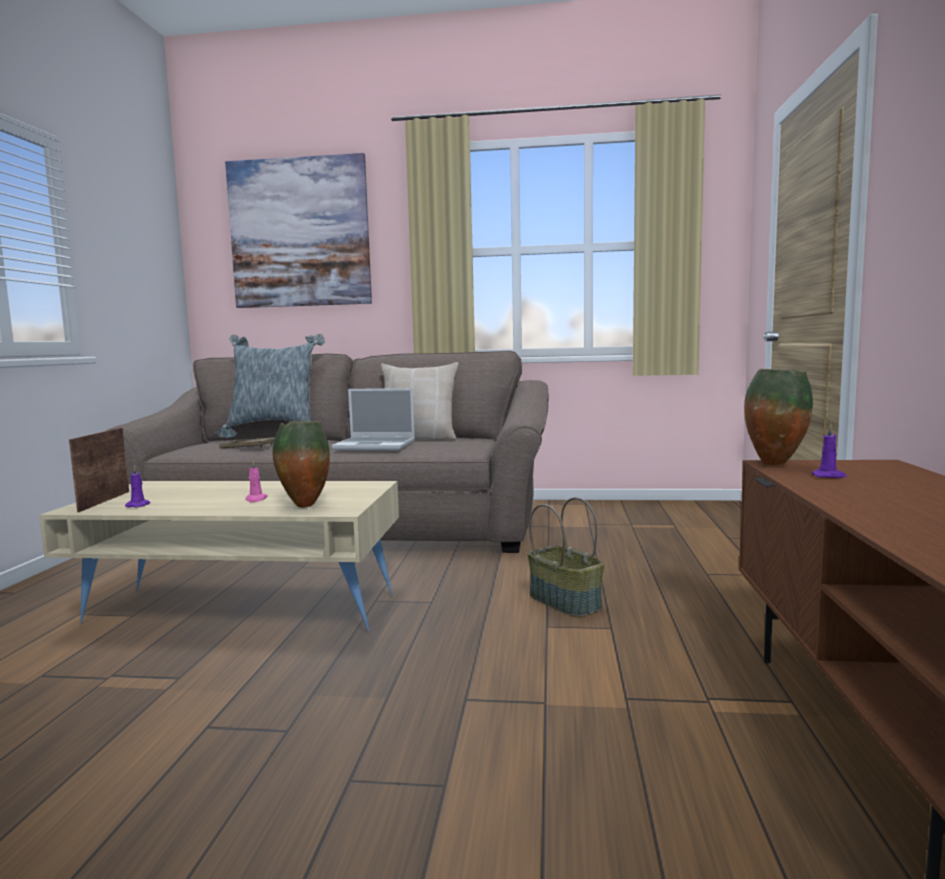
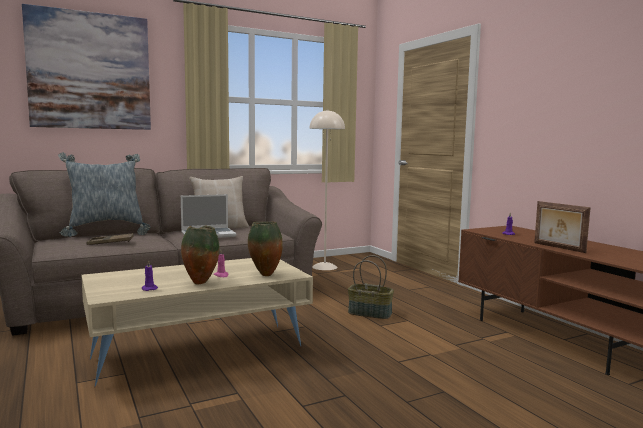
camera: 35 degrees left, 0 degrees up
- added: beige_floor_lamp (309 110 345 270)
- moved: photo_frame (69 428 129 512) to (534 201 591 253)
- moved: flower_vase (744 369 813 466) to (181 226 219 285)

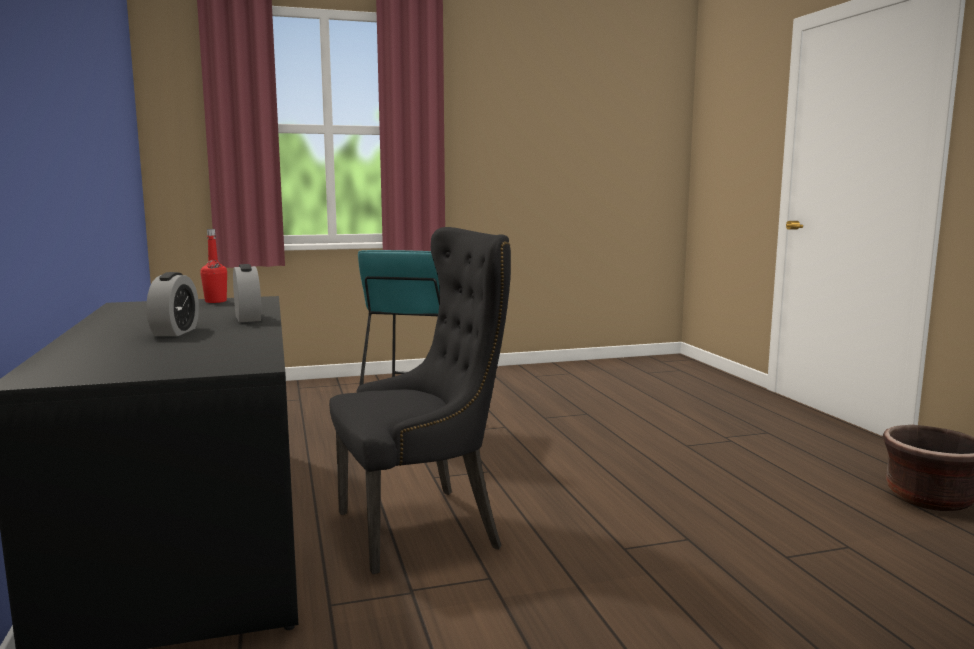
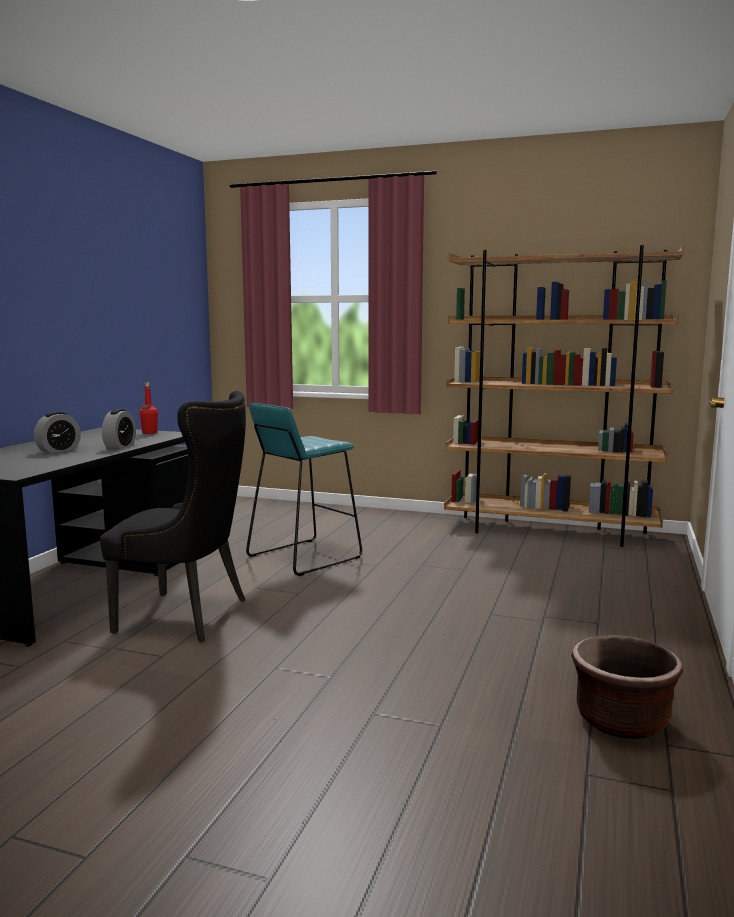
camera: 35 degrees right, 0 degrees up
- added: brown_bookcase (444 245 684 547)

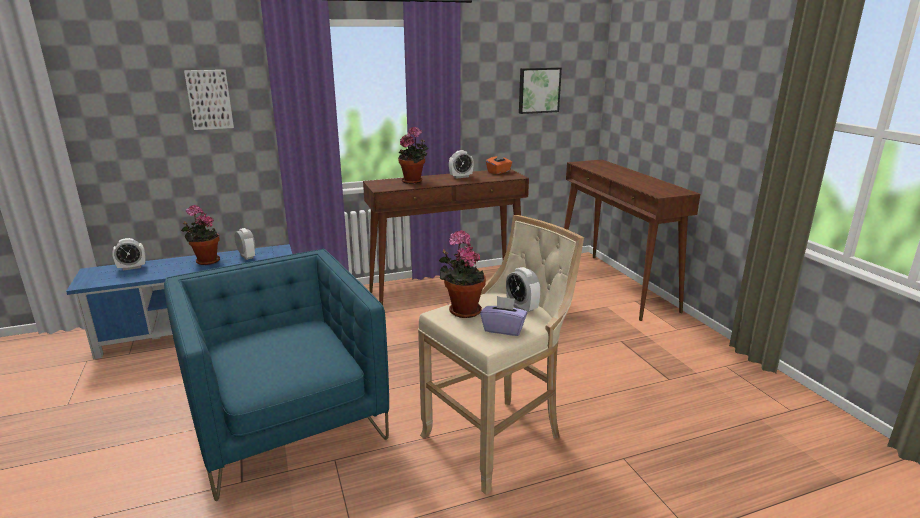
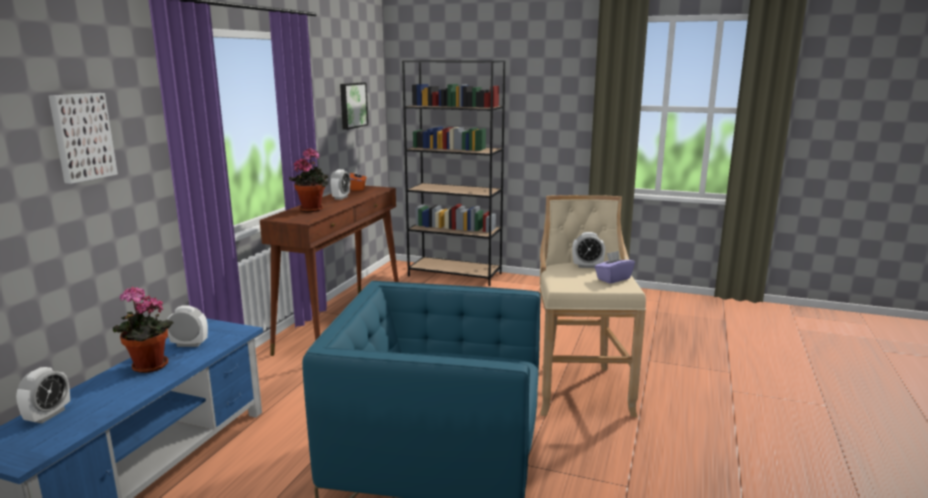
camera: 50 degrees left, 5 degrees down
- removed: plant_in_a_pot (439 230 486 318)
- replaced: brown_narrow_table (564 159 700 321) to beige_bookcase (402 60 505 286)

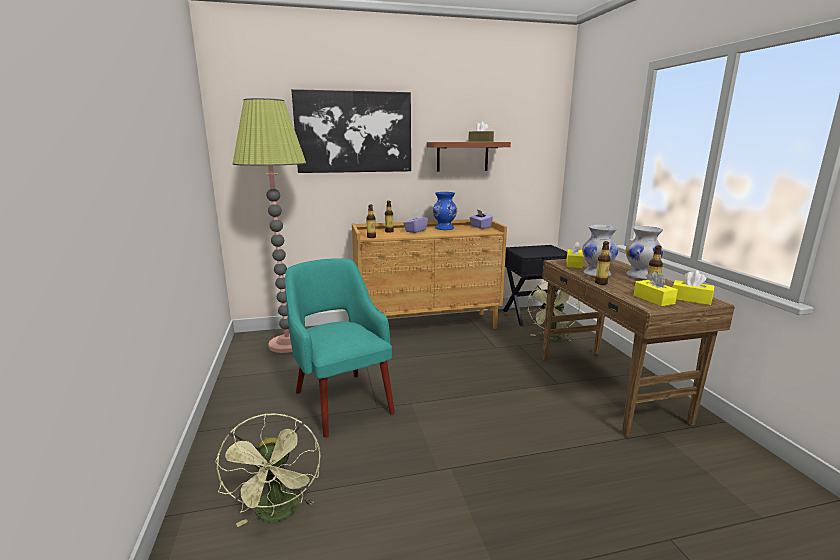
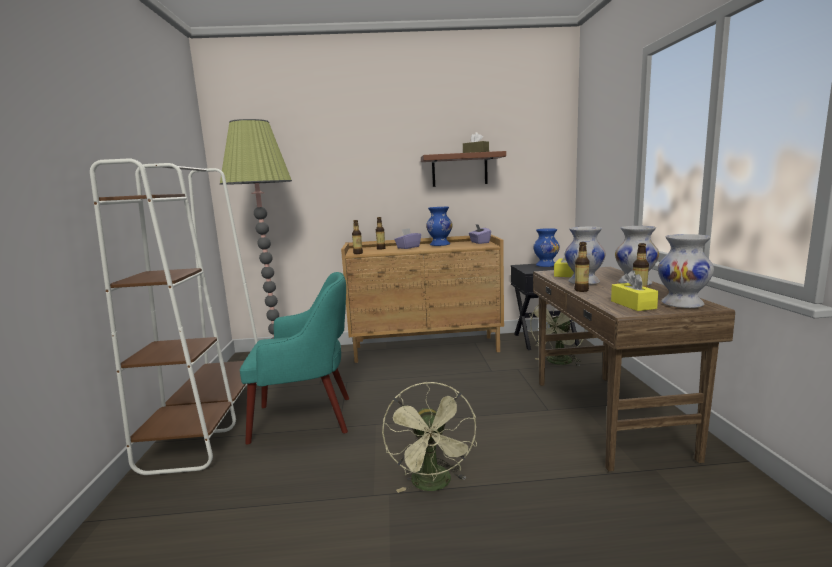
camera: 10 degrees right, 5 degrees down
- removed: picture (292 89 411 173)
- added: brown_clothes_rack (90 158 258 475)
- added: bluish_flower_vase (533 228 560 267)
- moved: greenish_fan (215 413 320 527) to (382 382 477 493)
- replaced: yellow-coloured_tissue_holder (672 270 714 305) to whitish_flower_vase (658 234 714 308)
- turned: blue-green_armchair (285 258 395 438) = (240 272 349 445) 105 degrees clockwise

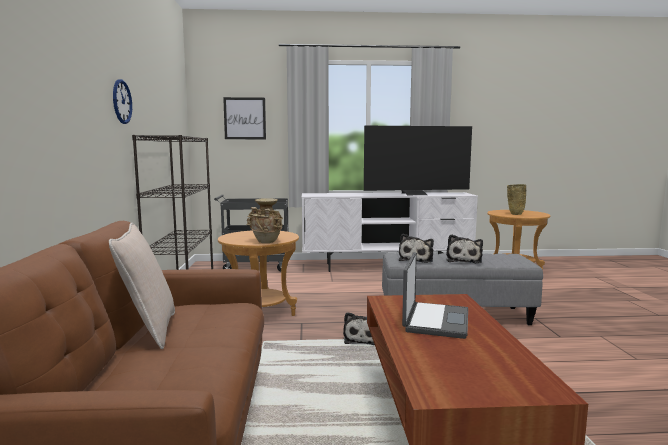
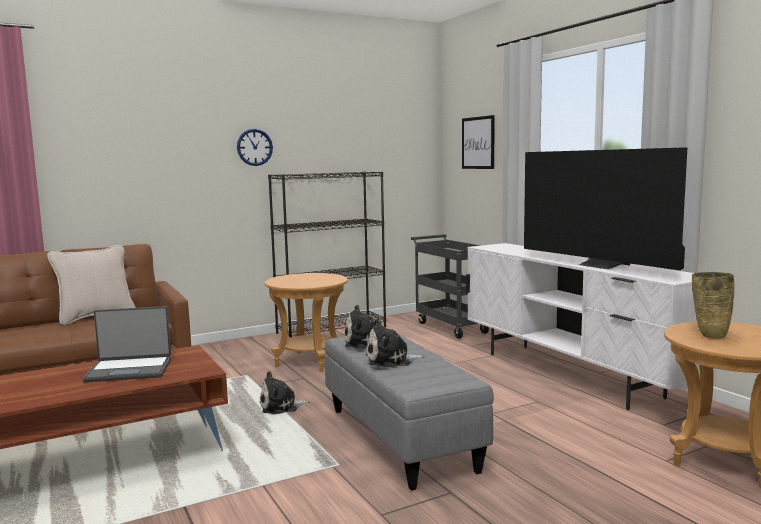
camera: 65 degrees right, 0 degrees up
- removed: beige_flower_vase (247 198 283 243)

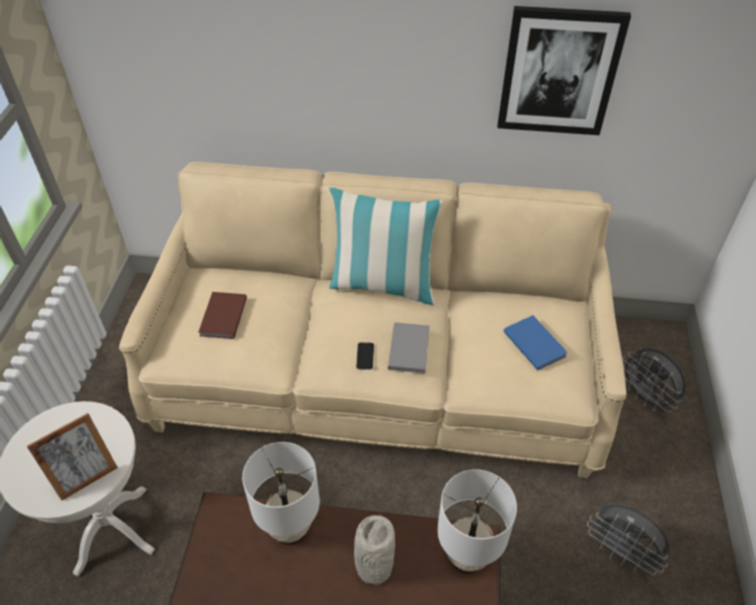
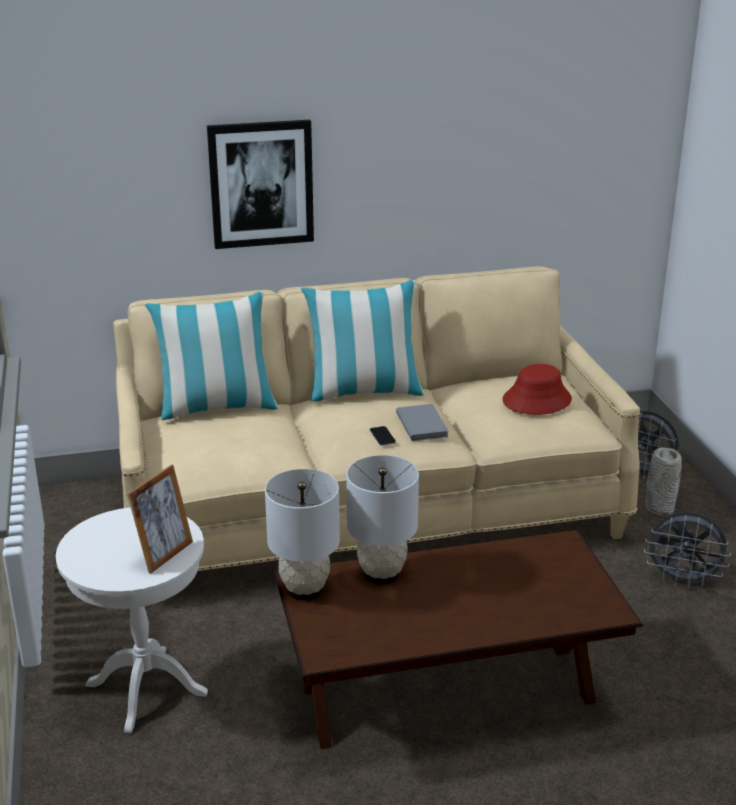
camera: 20 degrees left, 20 degrees down
- removed: brown_volume (199 292 247 339)
- added: throw_pillow (145 292 279 420)
- moved: greyish_flower_vase (354 515 395 585) to (645 448 682 516)
- moved: whitish_tabletop_lamp (437 469 517 573) to (265 469 340 600)
- moved: picture (498 6 631 135) to (207 120 314 249)
- replaced: bluish_volume (504 315 568 370) to red-coloured_clothing_hat (502 364 572 415)

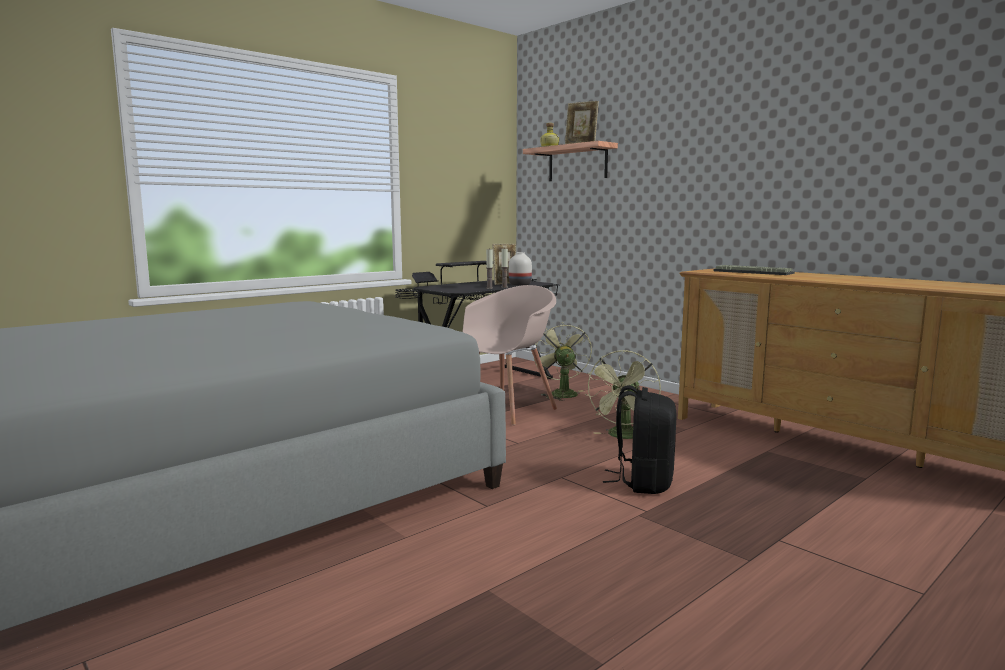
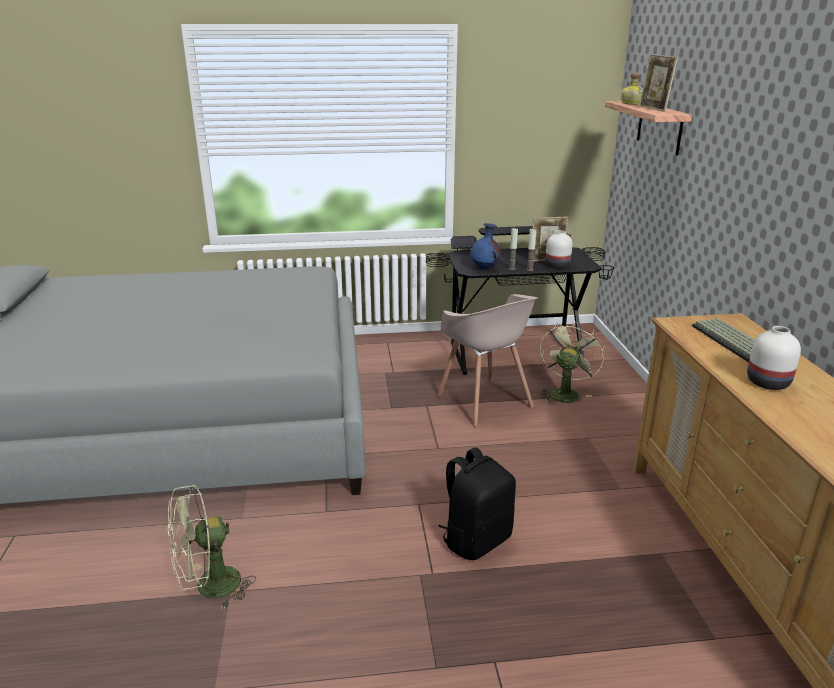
camera: 35 degrees right, 15 degrees up
- added: bluish_flower_vase (470 223 501 270)
- added: whitish_flower_vase (747 326 801 390)
- moved: greenish_fan (585 350 661 439) to (168 485 256 609)
- turned: beige_plain_chair (463 285 557 425) = (437 294 538 426) 75 degrees clockwise

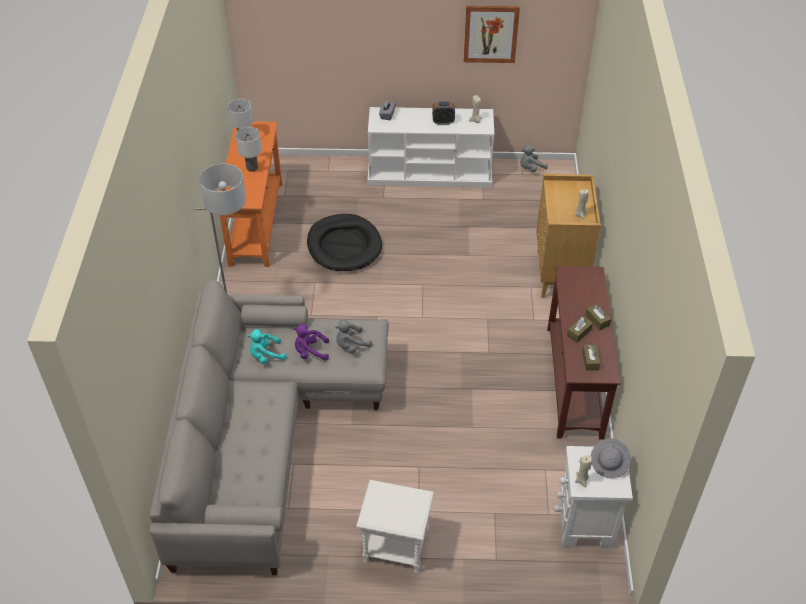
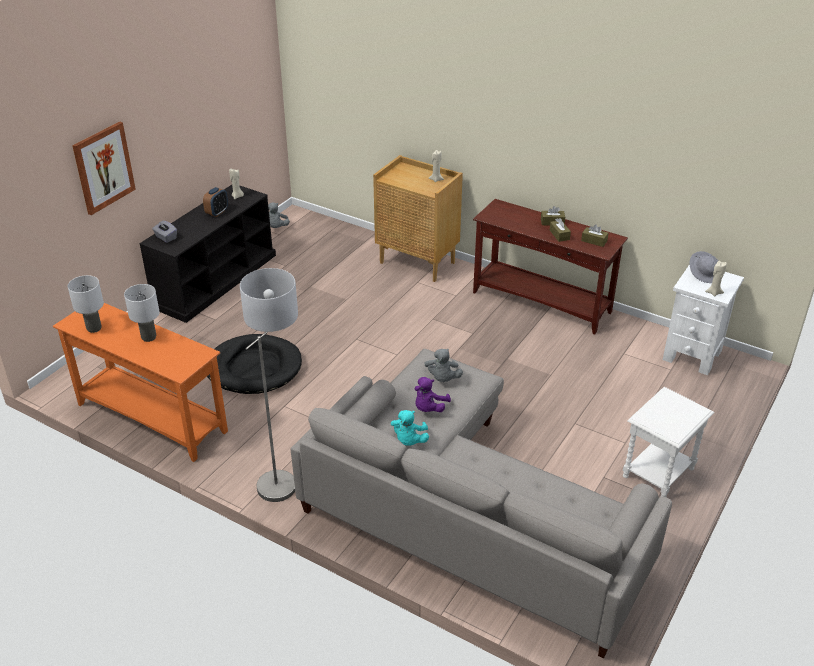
camera: 60 degrees left, 10 degrees down
- moved: picture (464 5 520 63) to (72 121 136 215)
- recoloured: whitish_tv_unit (367 107 494 187) to blackish_tv_unit (139 185 276 323)

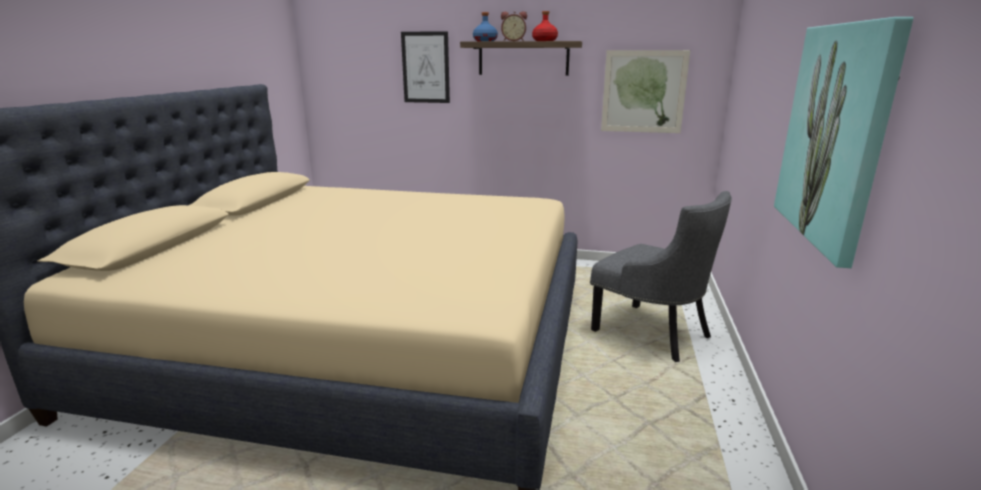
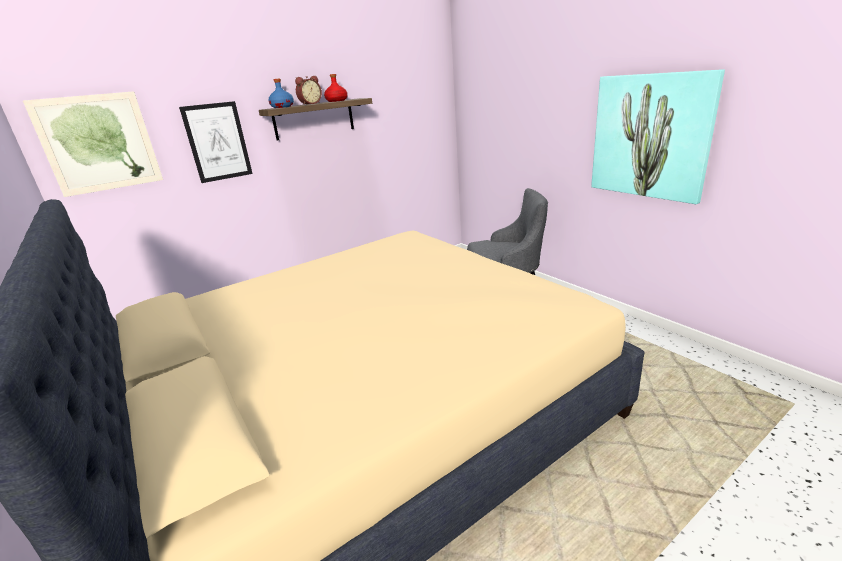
camera: 45 degrees left, 5 degrees up
- moved: picture (601 50 690 133) to (23 91 163 197)

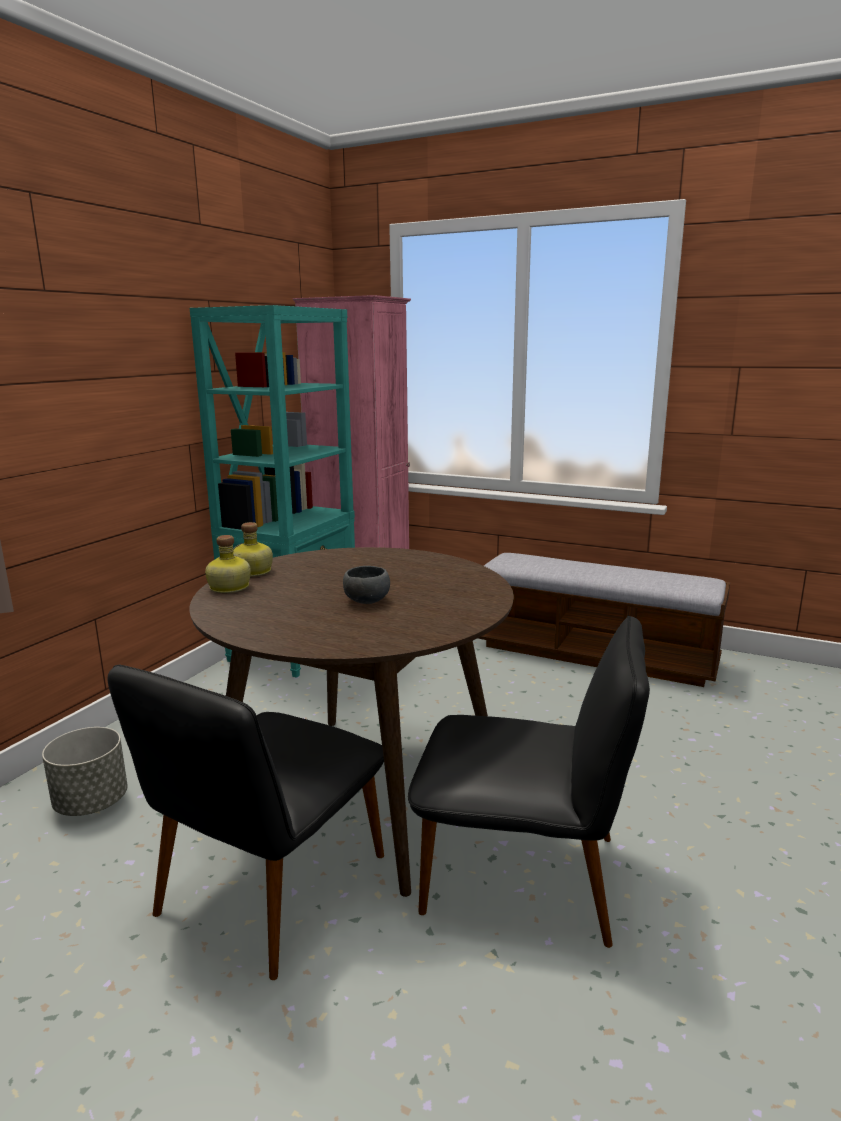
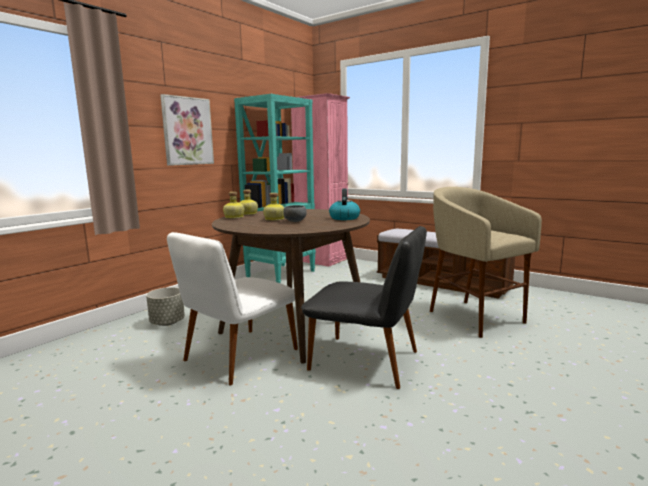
camera: 10 degrees right, 5 degrees down
- added: picture (160 94 214 166)
- added: bottle (263 193 284 221)
- added: water_kettle (329 189 360 220)
- added: beige_sitting_stool (430 187 542 338)
- recoloured: blackish_plain_chair (108 665 384 980) to whitish_plain_chair (167 232 298 386)

